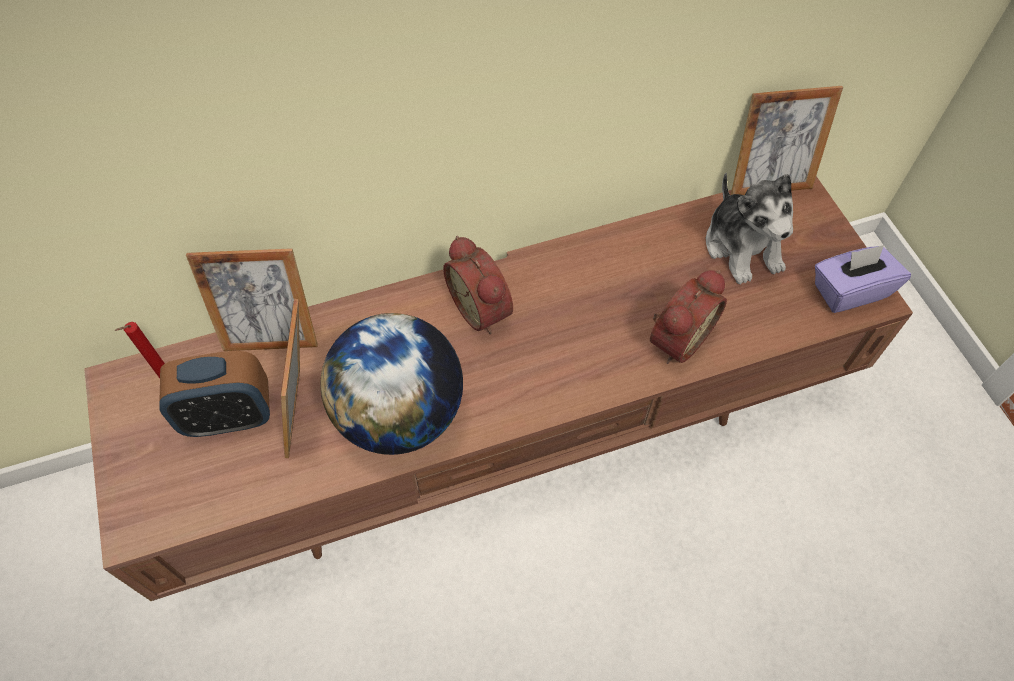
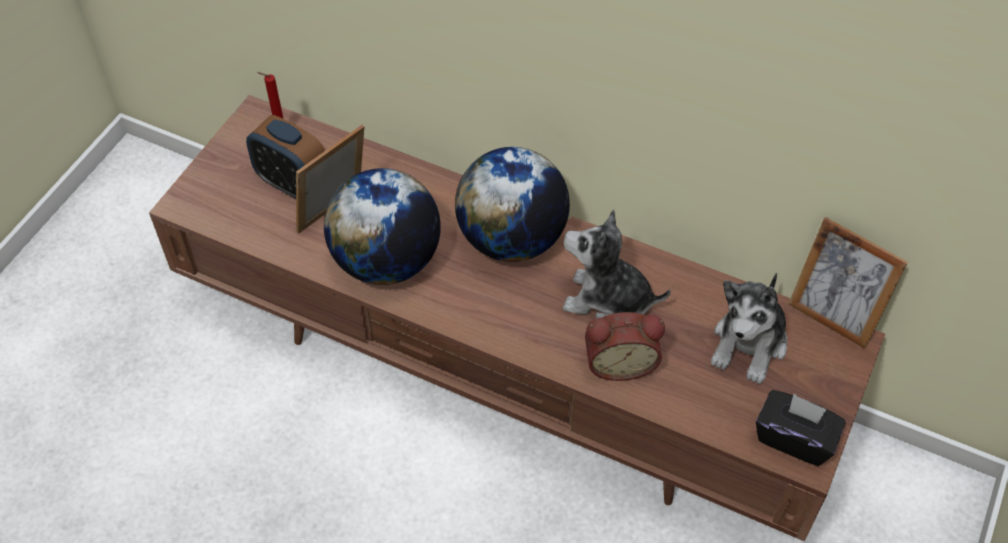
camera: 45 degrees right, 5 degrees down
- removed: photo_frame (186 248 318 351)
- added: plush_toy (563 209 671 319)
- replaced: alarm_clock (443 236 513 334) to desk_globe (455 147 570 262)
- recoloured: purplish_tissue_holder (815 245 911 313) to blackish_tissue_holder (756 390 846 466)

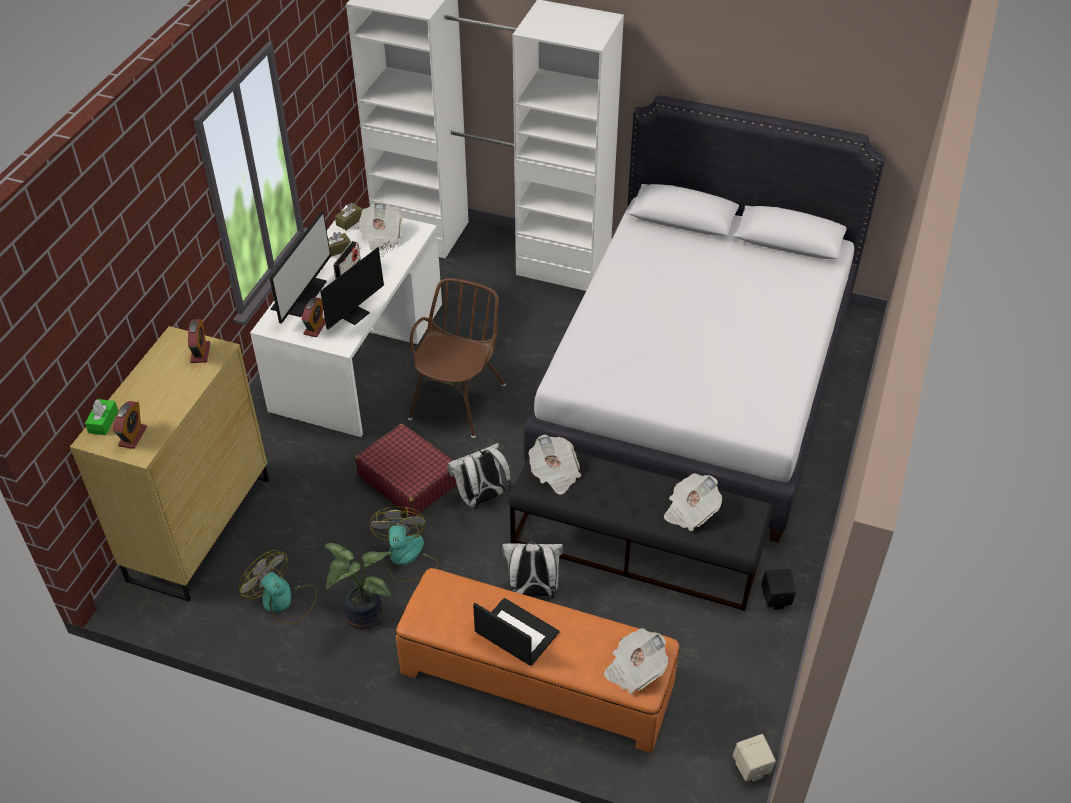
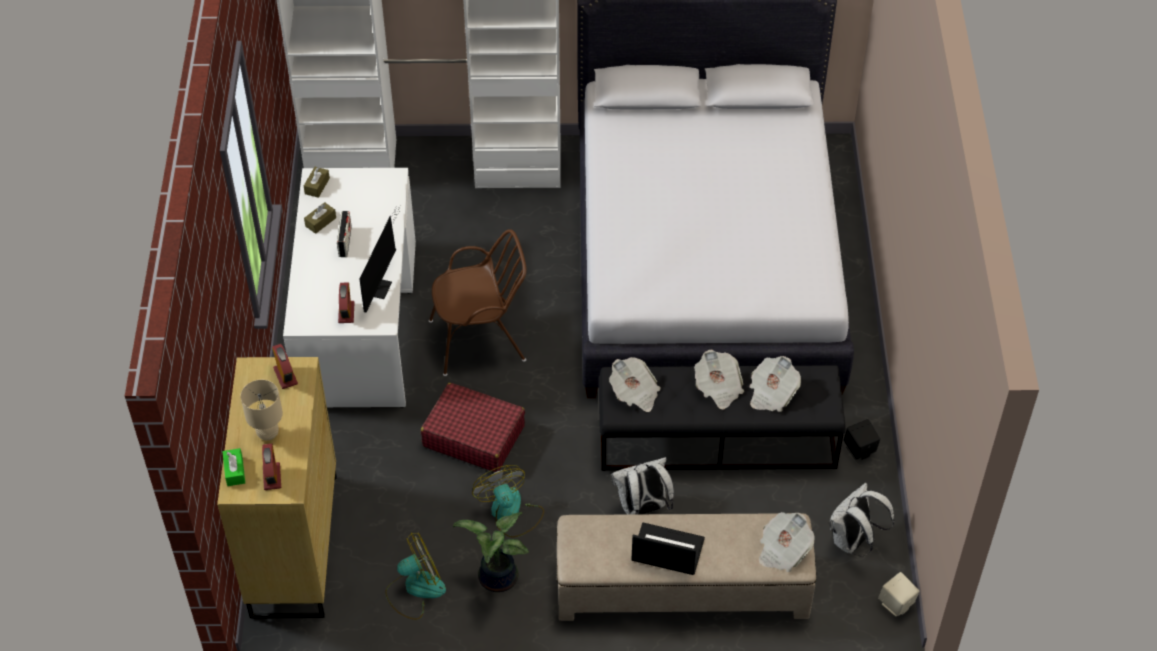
camera: 20 degrees left, 5 degrees up
- removed: computer_screen (270 211 331 324)
- added: beige_tabletop_lamp (241 380 283 440)
- moved: printed_paper (358 201 402 251) to (694 349 744 409)
- moved: whitish_rucksack (448 443 511 509) to (830 483 894 556)
- recoloured: orange_long_seat (396 568 680 753) to beige_long_seat (557 513 817 621)
- turned: fan (239 550 317 624) = (385 533 446 620) 135 degrees clockwise
- turned: brown_plain_chair (408 278 506 438) = (429 229 527 376) 75 degrees clockwise

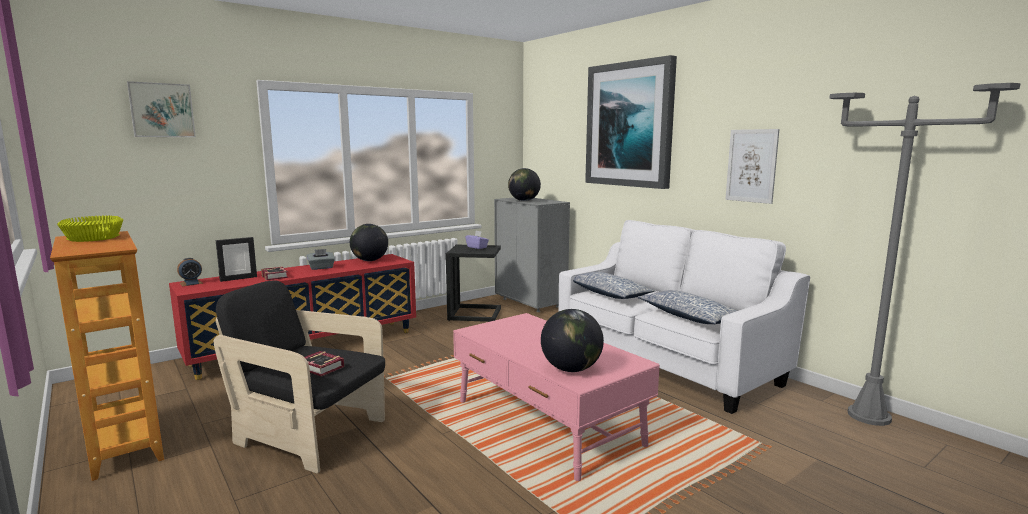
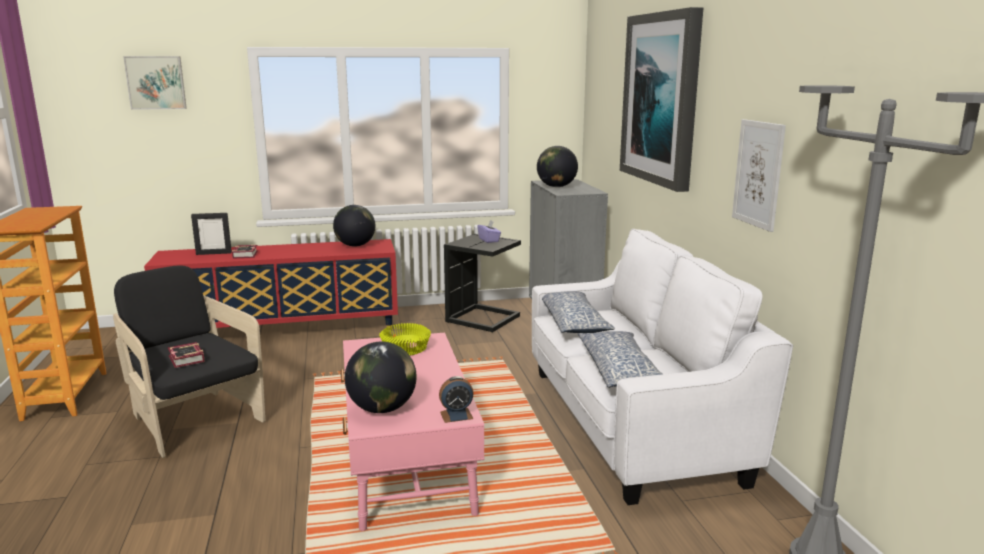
camera: 25 degrees right, 5 degrees up
- removed: greyish_tissue_holder (307 249 335 270)
- moved: yellow-coloured_deep_dish (57 216 123 242) to (379 323 431 355)
- moved: alarm_clock (177 258 203 286) to (439 376 474 423)

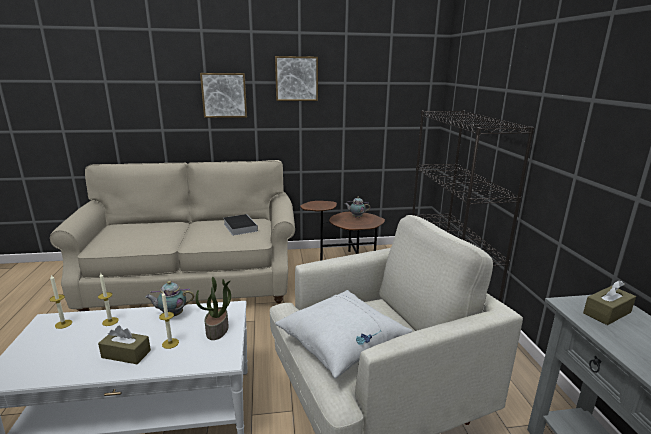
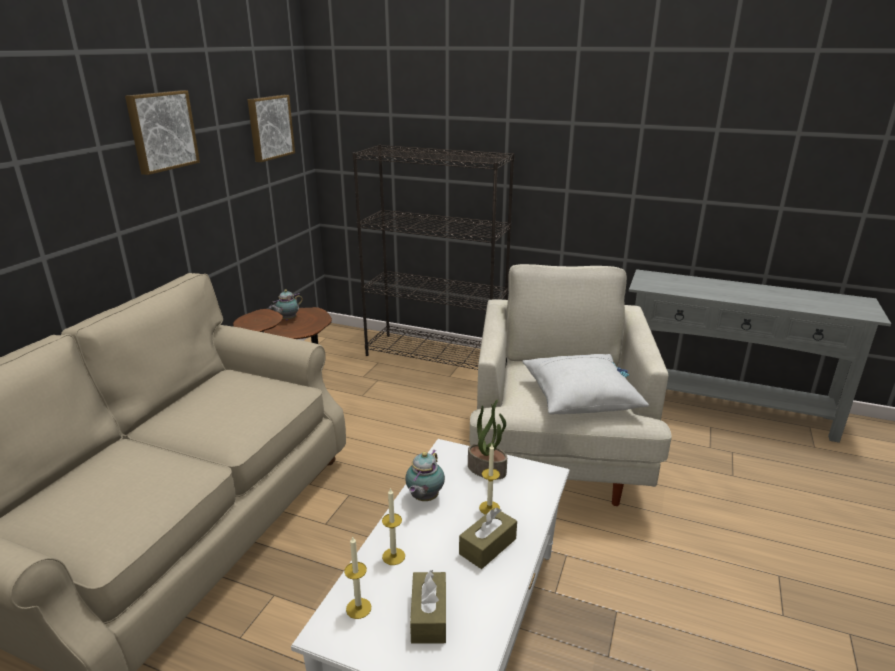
camera: 60 degrees left, 5 degrees up
- removed: volume (223 214 258 236)
- moved: picture (200 73 247 118) to (247 95 295 162)
- moved: brown_tissue_holder (583 280 636 325) to (410 570 446 644)

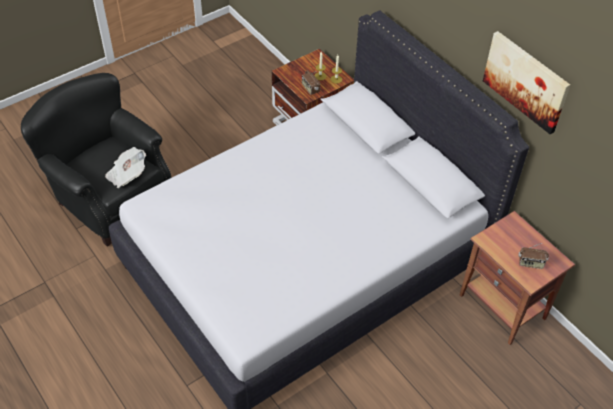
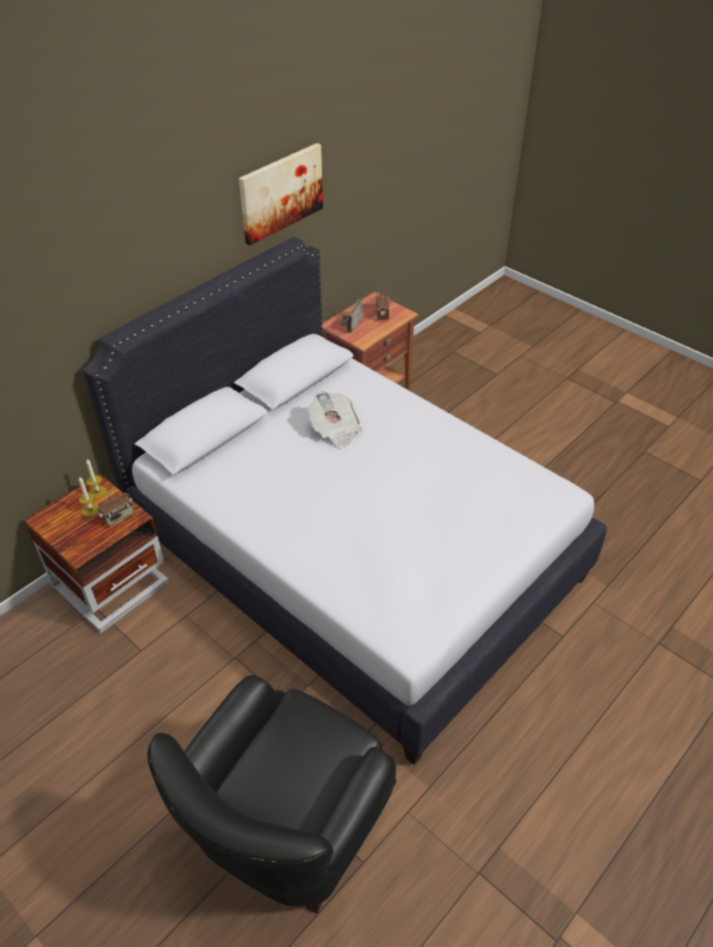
camera: 100 degrees left, 5 degrees down
- added: radio_set (340 299 363 333)
- moved: printed_paper (105 147 146 188) to (308 391 362 448)

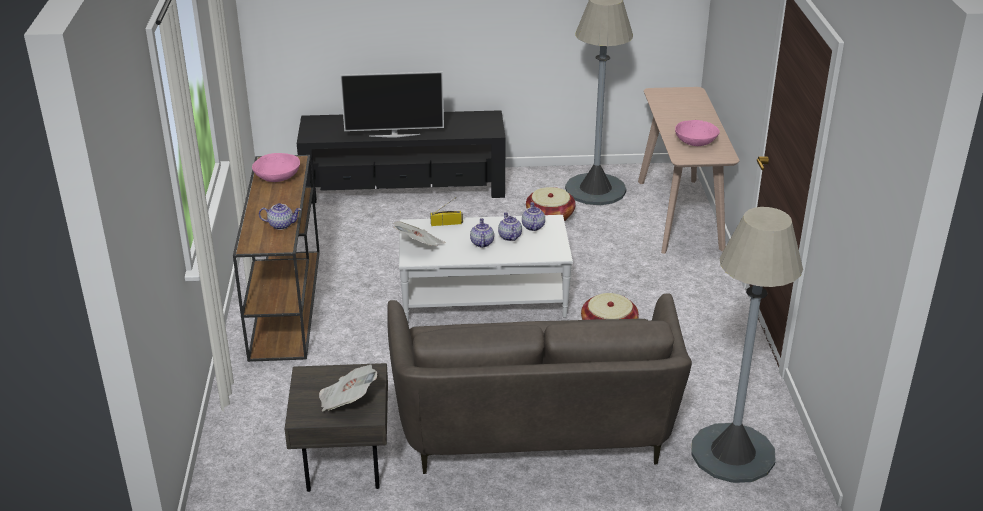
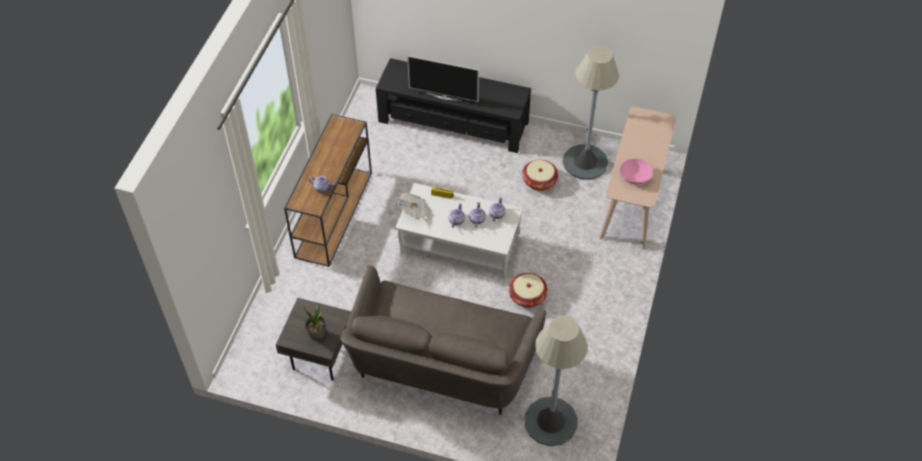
camera: 20 degrees right, 20 degrees up
- removed: pink-coloured_deep_dish (252 153 300 182)
- replaced: printed_paper (319 365 377 412) to plant_in_a_pot (303 303 326 341)

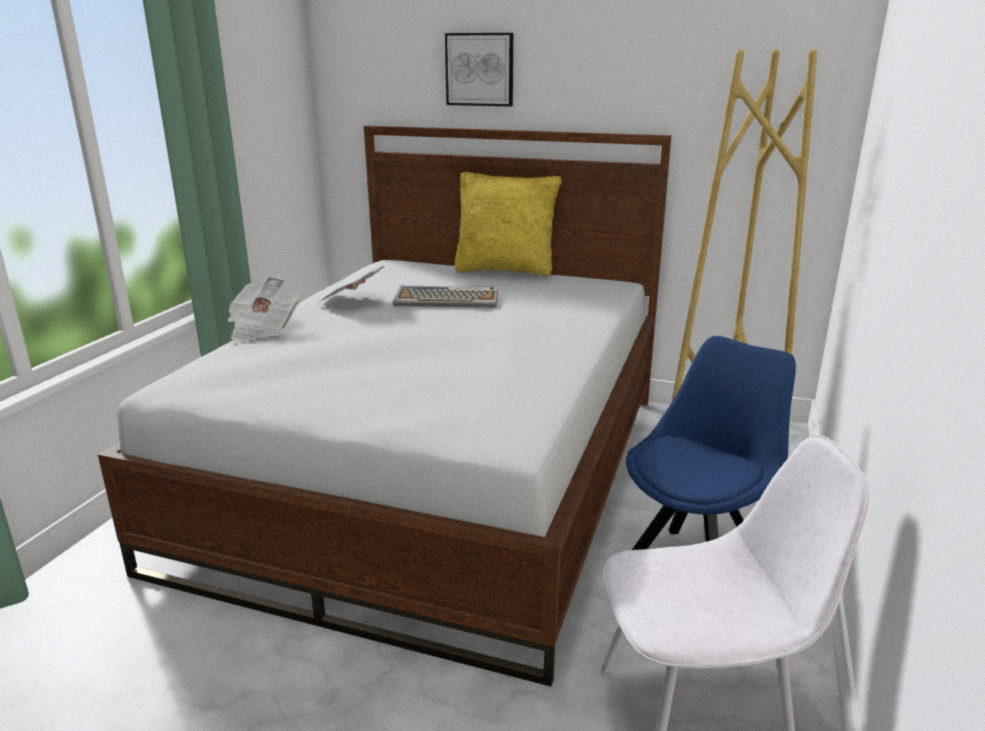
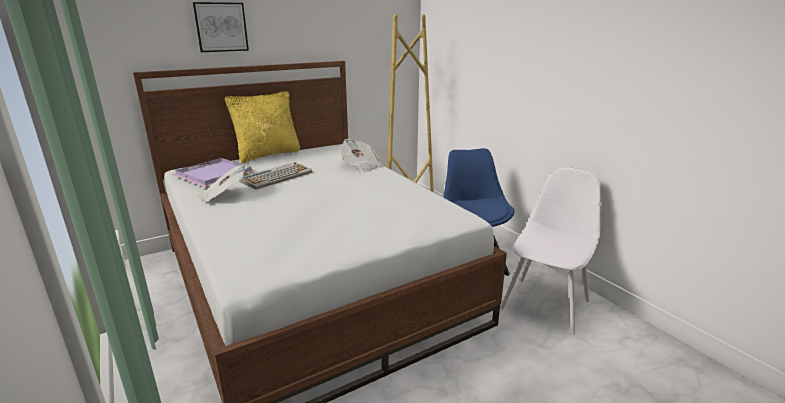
camera: 50 degrees left, 0 degrees up
- added: purplish_serving_tray (171 158 257 187)
- moved: printed_paper (227 276 302 342) to (339 139 381 172)

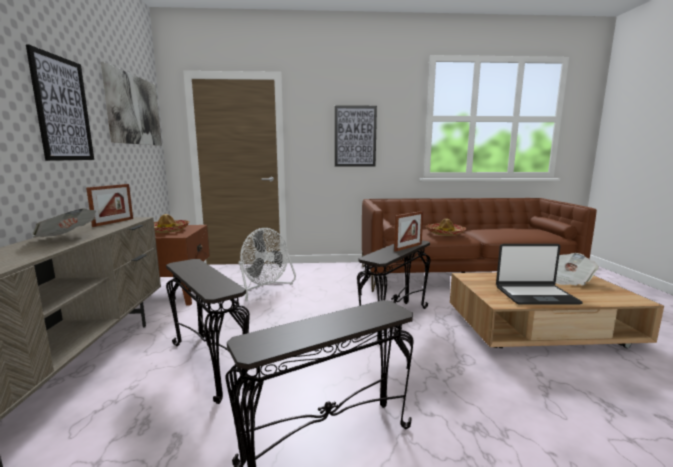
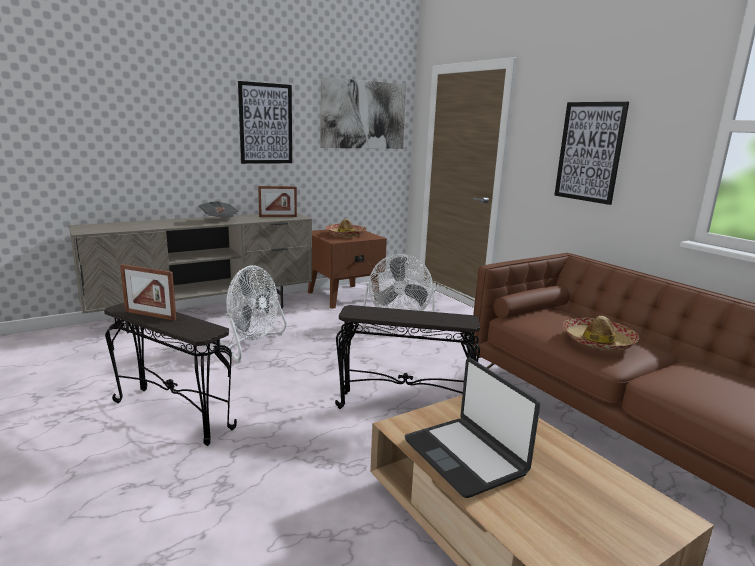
camera: 60 degrees right, 5 degrees up
- removed: printed_paper (556 253 598 286)
- moved: photo_frame (394 211 423 252) to (120 264 176 321)
- replaced: blackish_accent_table (166 259 252 404) to whitish_fan (204 265 287 363)

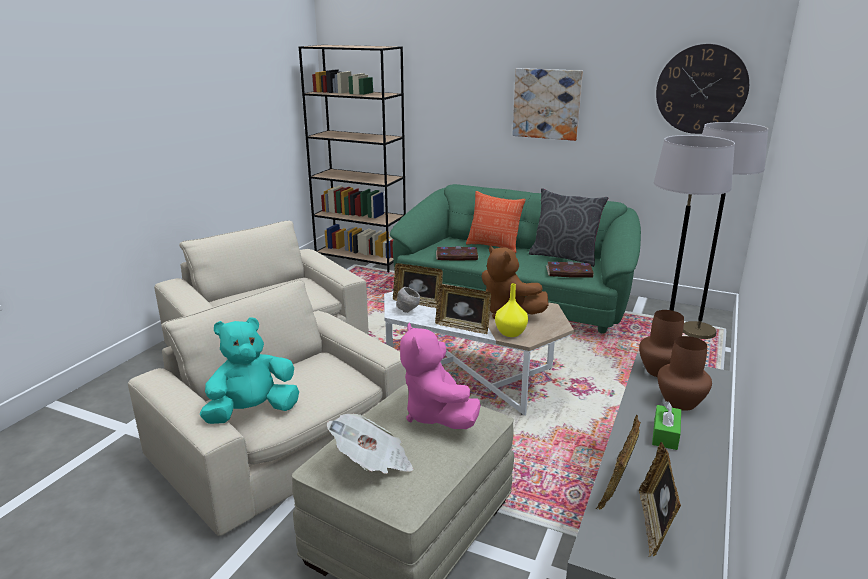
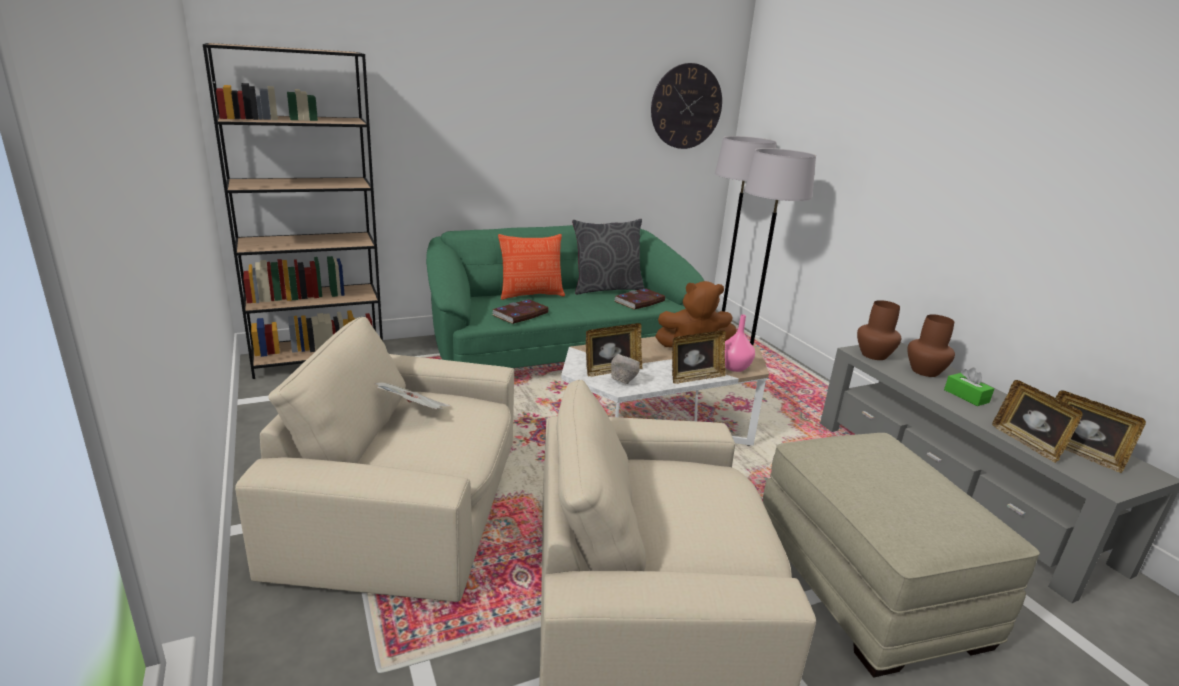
camera: 50 degrees left, 0 degrees up
- removed: blue-green_plush_toy (200 317 299 424)
- removed: pink-coloured_plush_toy (400 323 481 429)
- removed: picture (512 68 583 141)
- moved: printed_paper (327 414 413 474) to (374 382 451 409)
- recoloured: yellow-coloured_flower_vase (495 283 528 337) to pink-coloured_flower_vase (725 315 755 372)

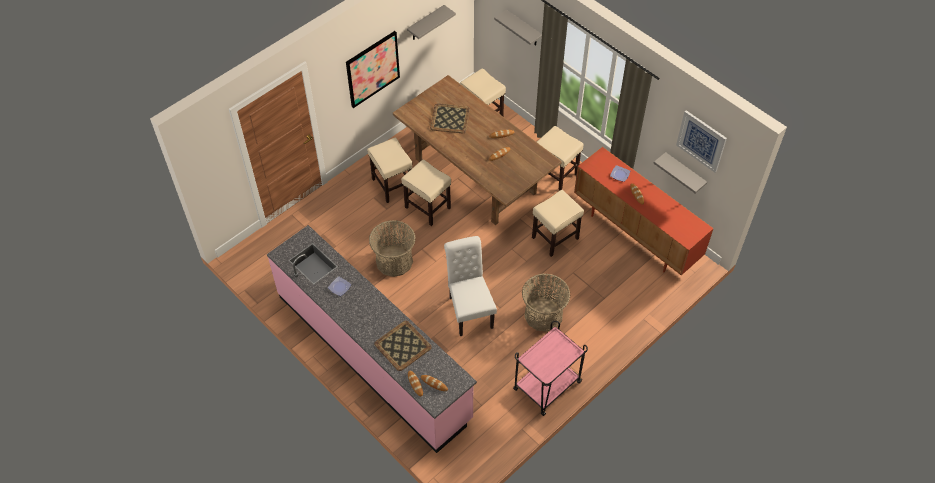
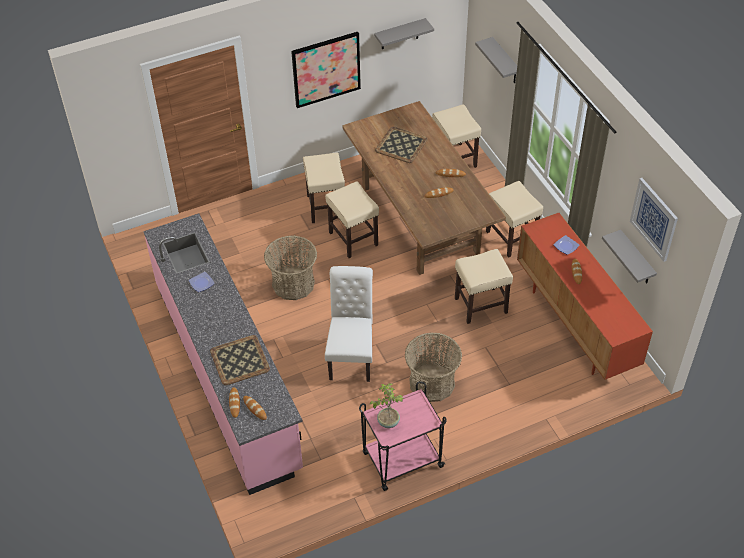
camera: 20 degrees right, 5 degrees down
- added: plant_in_a_pot (370 383 403 428)

